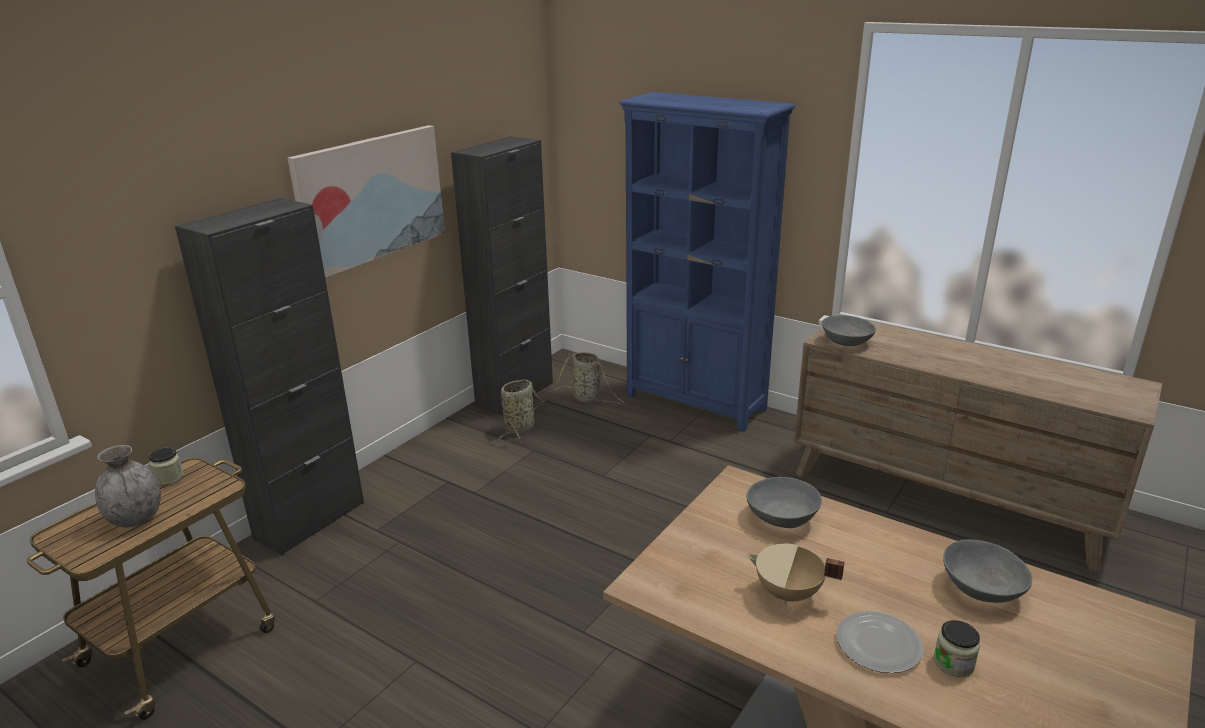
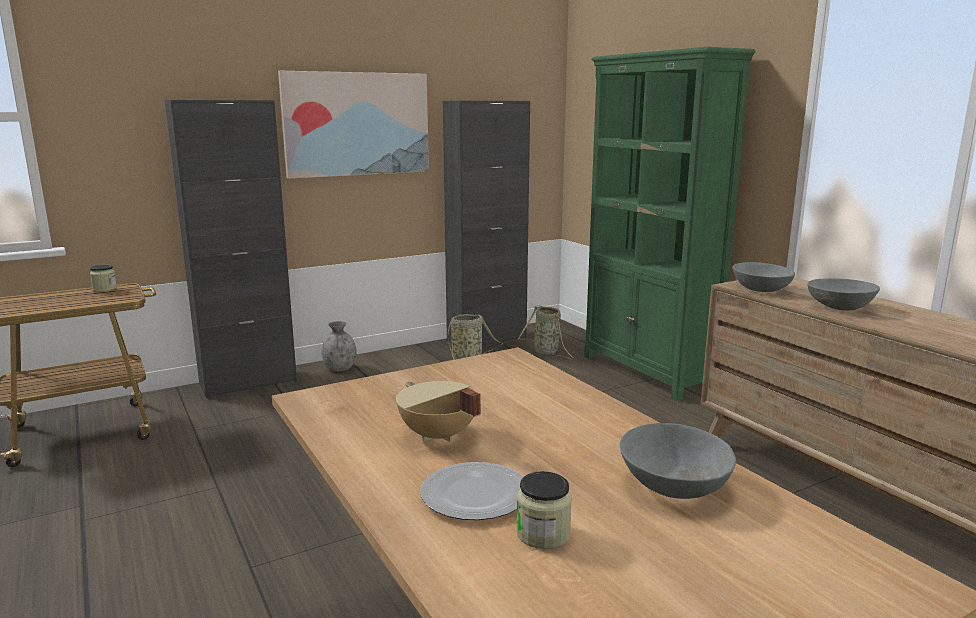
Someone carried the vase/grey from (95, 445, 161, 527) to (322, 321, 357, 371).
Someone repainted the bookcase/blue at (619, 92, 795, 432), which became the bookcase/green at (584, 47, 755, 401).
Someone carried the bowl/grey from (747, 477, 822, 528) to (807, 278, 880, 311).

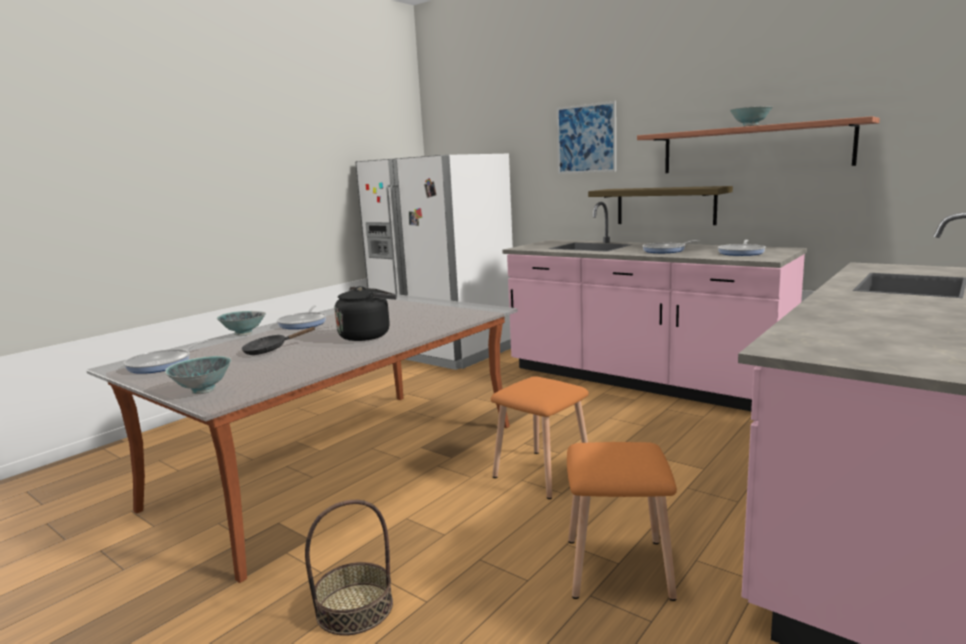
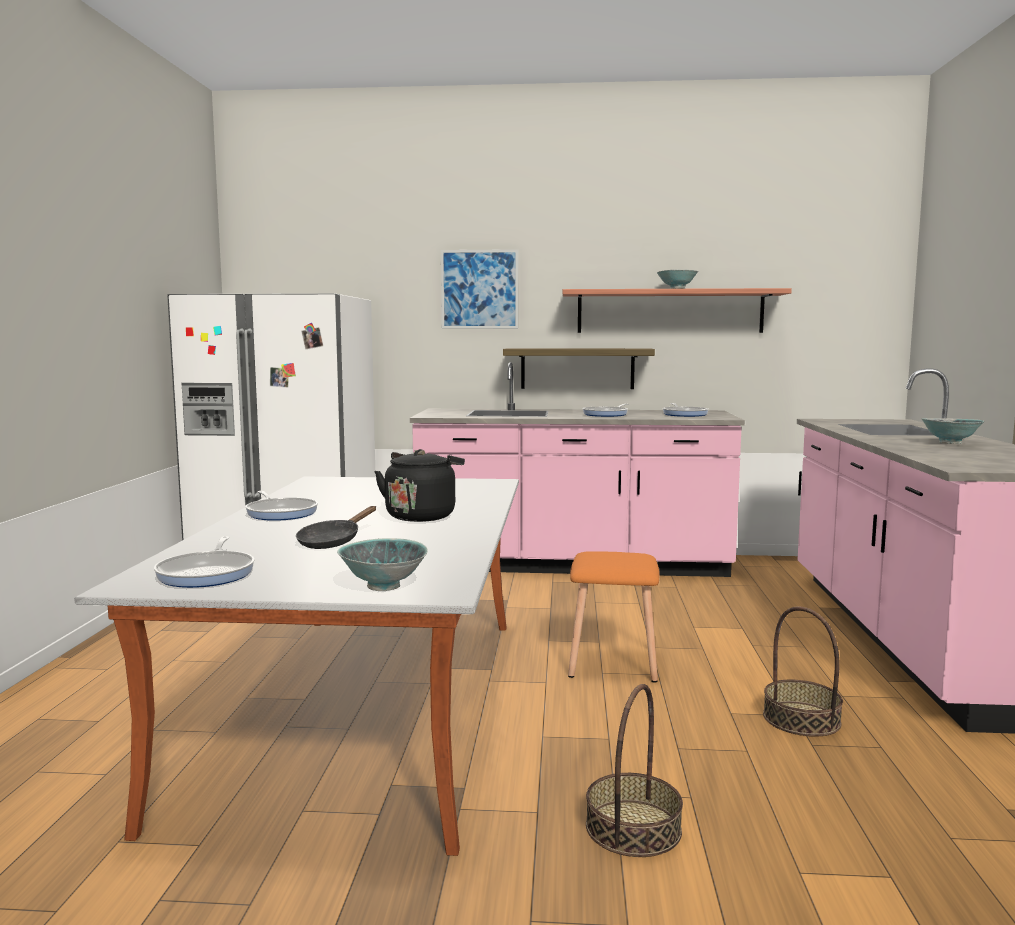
Someone carried the bowl from (217, 311, 266, 336) to (922, 418, 984, 444).
Someone swapped the stool/orange at (567, 442, 677, 601) for the basket at (763, 606, 843, 737).

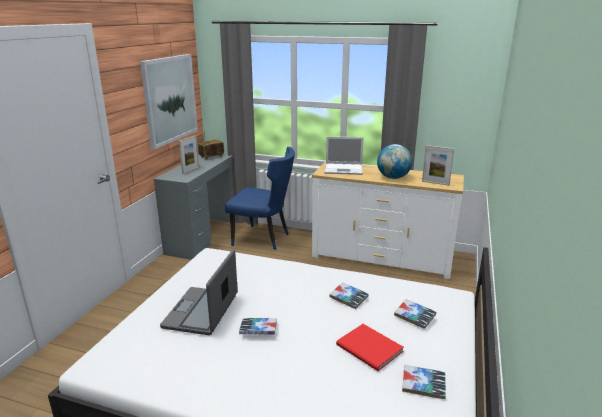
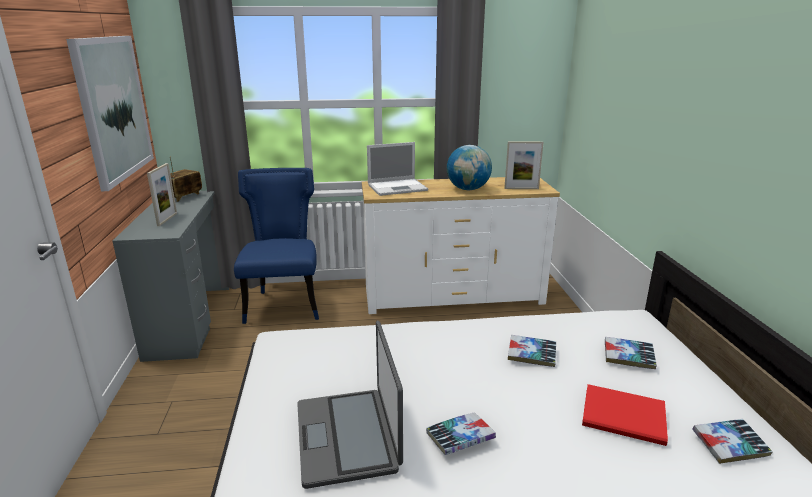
Someone rotated the chair/blue at (225, 147, 295, 250) by 90 degrees counterclockwise.

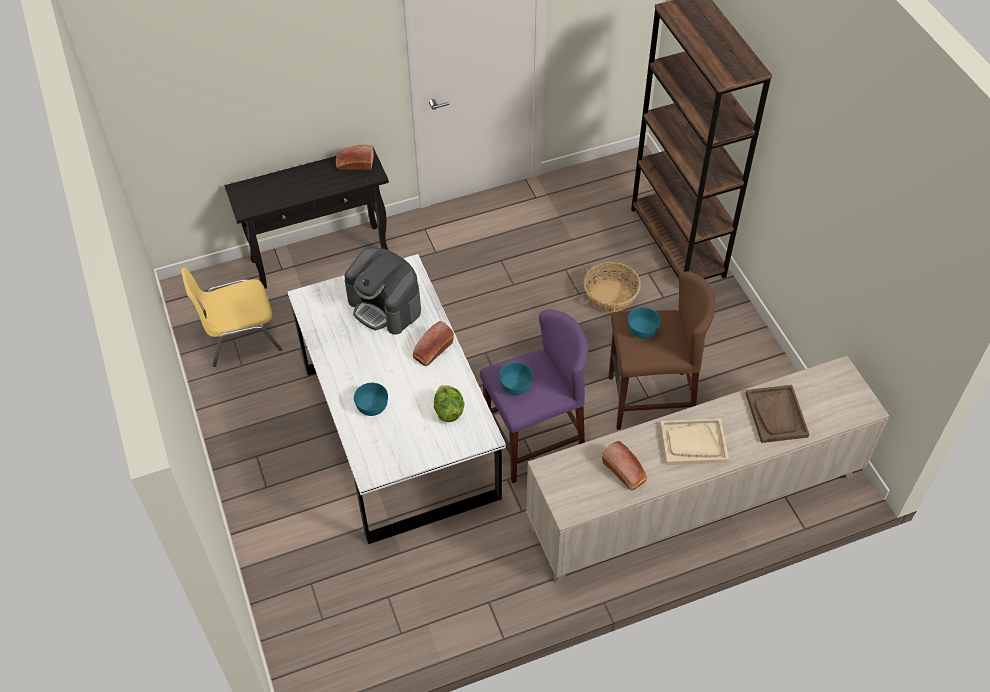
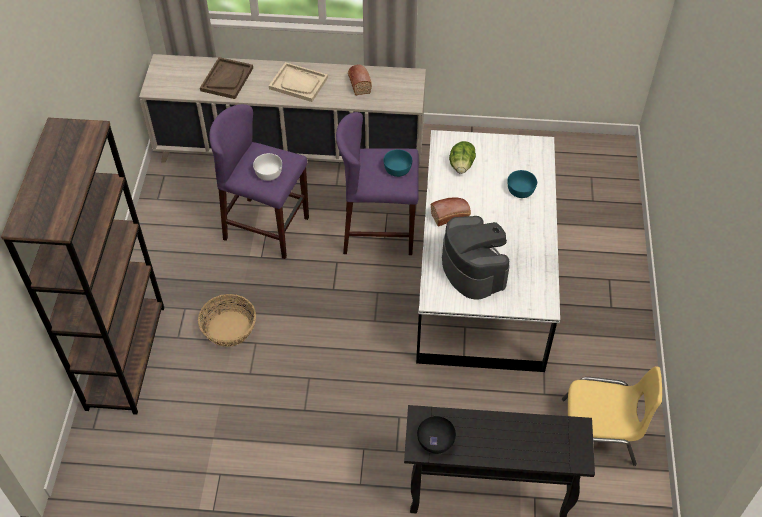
Someone swapped the bread at (336, 145, 374, 170) for the bowl/black at (417, 416, 456, 454).
Someone repainted the stool/brown at (608, 271, 715, 430), which became the stool/purple at (209, 104, 309, 259).
Someone repainted the bowl/turquoise at (628, 307, 660, 339), which became the bowl/white at (253, 153, 282, 181).

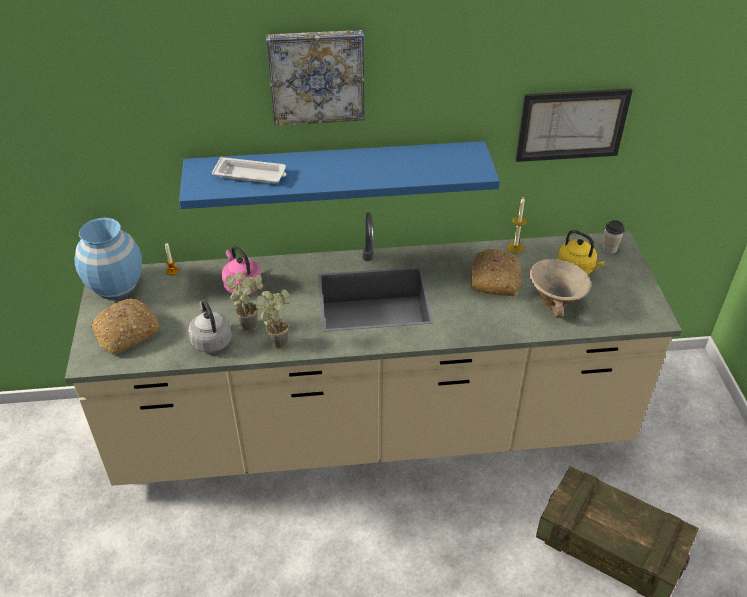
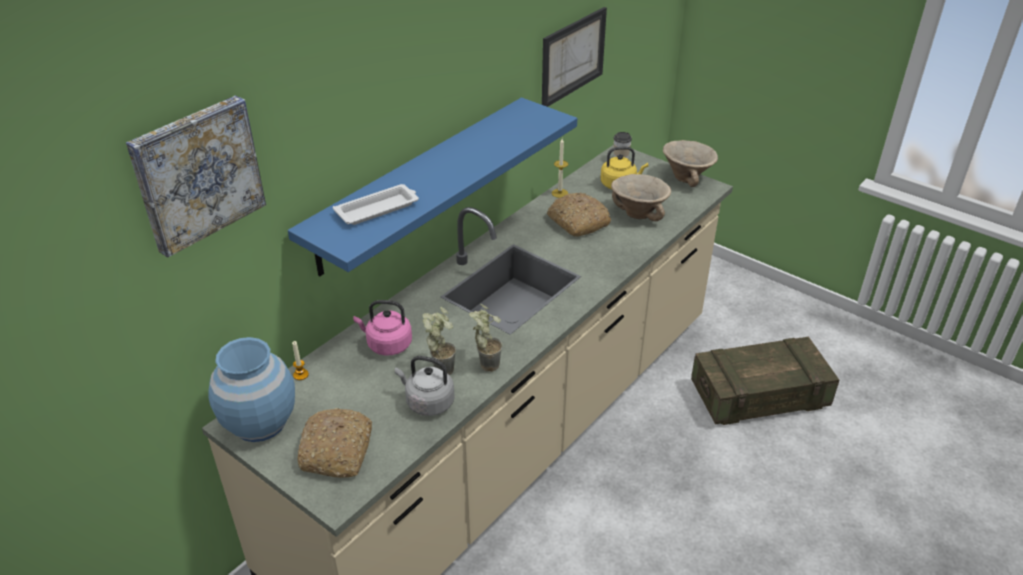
Someone carried the picture from (266, 30, 364, 126) to (126, 95, 266, 258).
Someone put down the bowl/beige at (663, 140, 718, 187).

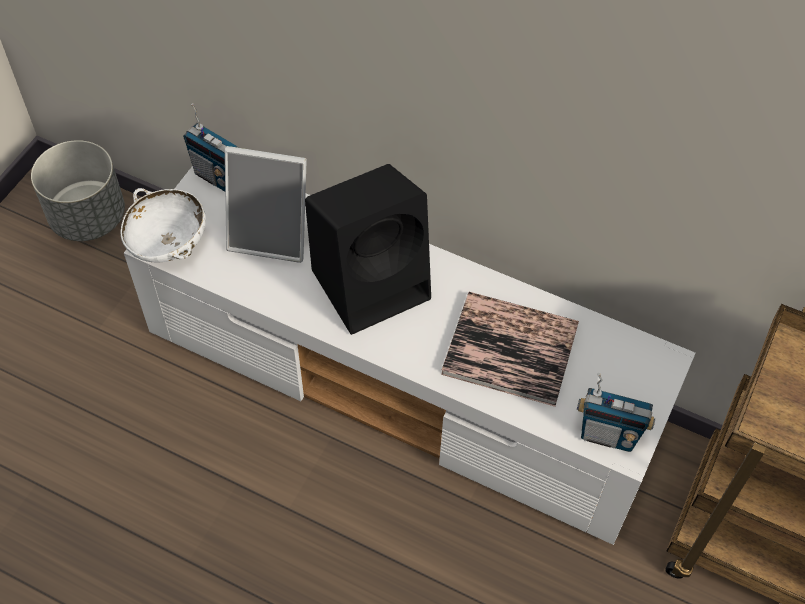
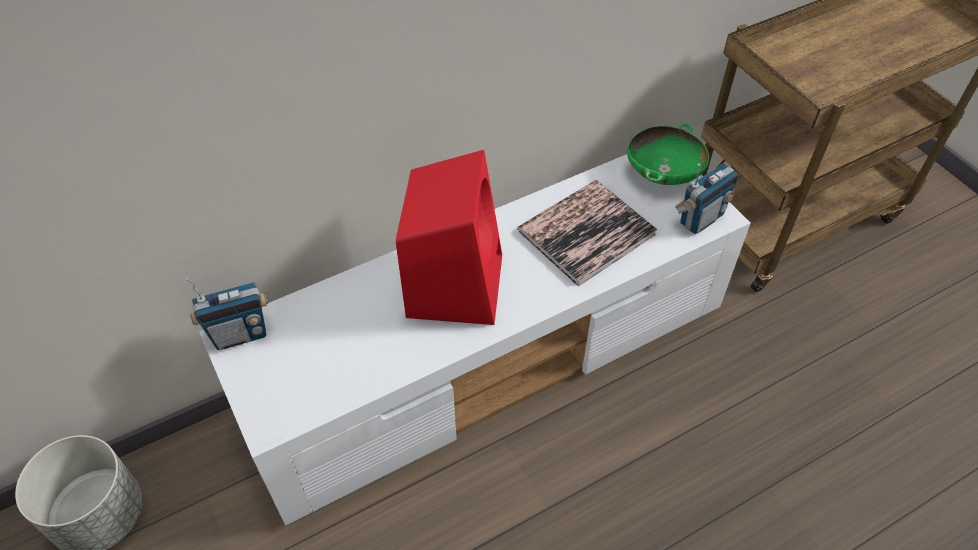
Someone took away the bowl/white at (121, 188, 206, 263).
Someone took away the picture frame at (225, 146, 307, 263).
Someone repainted the speaker/black at (305, 164, 431, 335), which became the speaker/red at (396, 150, 502, 325).
Someone put down the bowl/green at (627, 123, 709, 185).

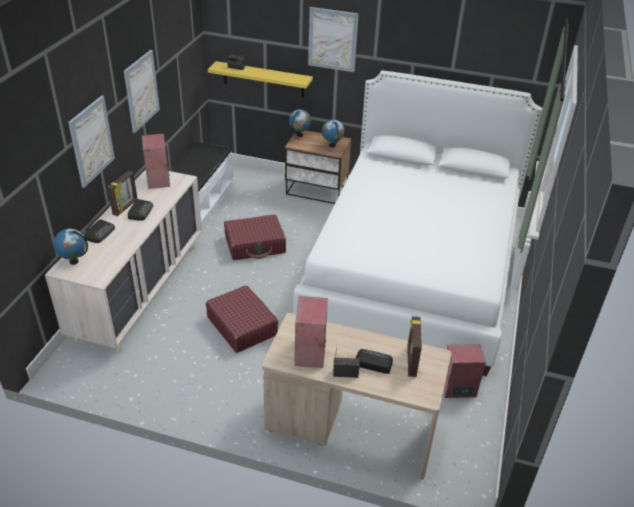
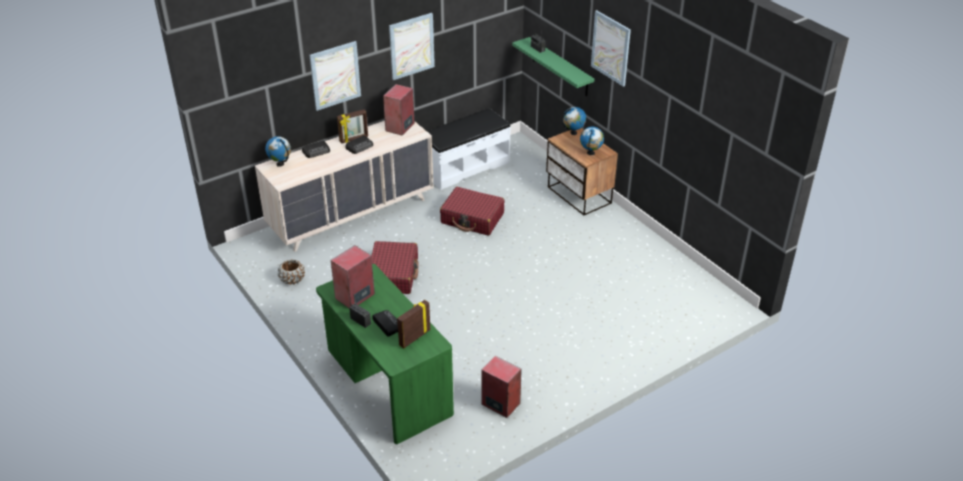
Someone repainted the shelf/yellow at (208, 61, 313, 97), which became the shelf/green at (512, 37, 594, 96).
Someone repainted the desk/beige at (262, 313, 451, 480), which became the desk/green at (316, 264, 454, 444).
Someone took away the bed/white at (293, 71, 542, 376).
Someone put down the planter/brown at (278, 259, 305, 284).

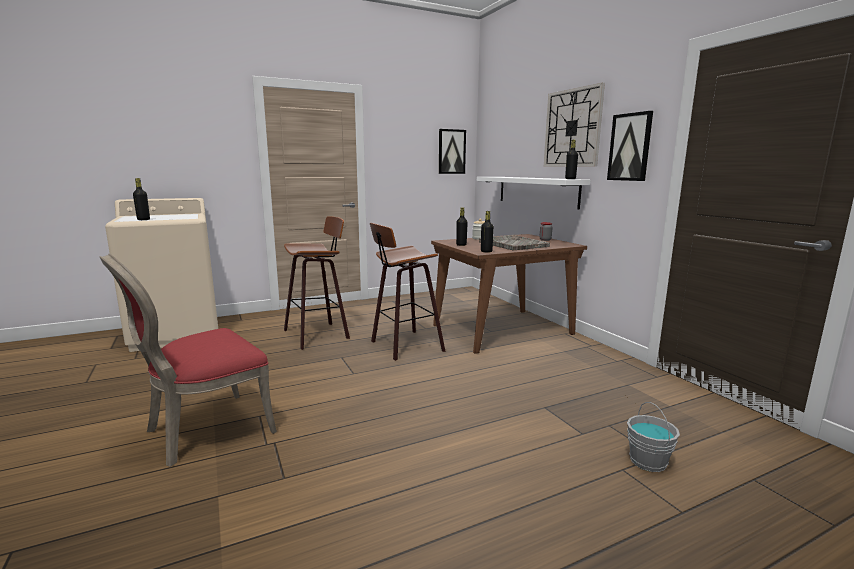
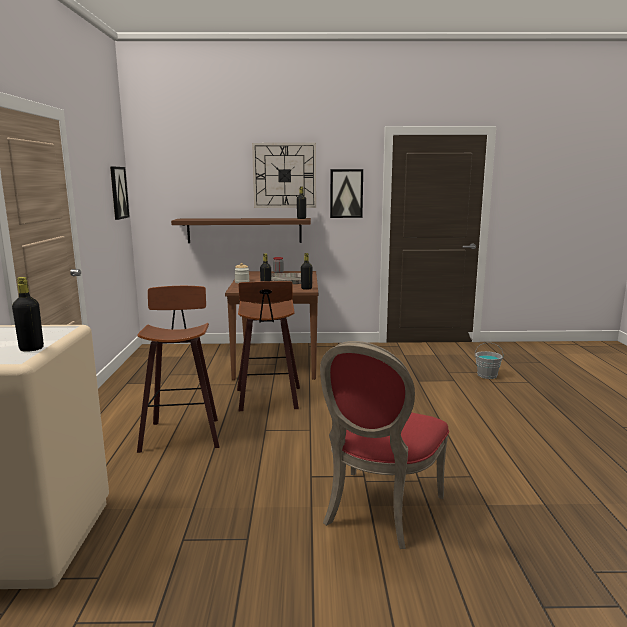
Someone rotated the chair/red at (99, 253, 277, 467) by 45 degrees clockwise.
Someone repainted the shelf/white at (477, 177, 590, 209), which became the shelf/brown at (171, 218, 311, 243).

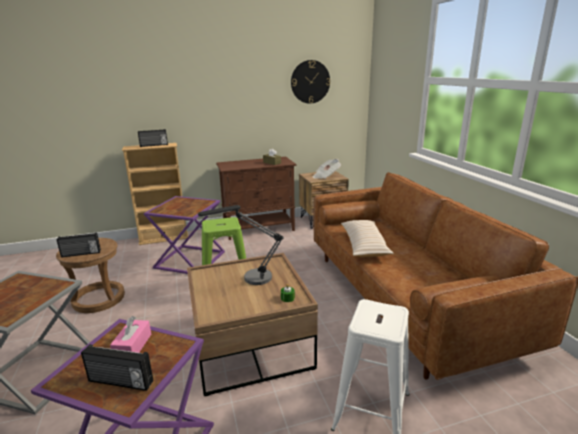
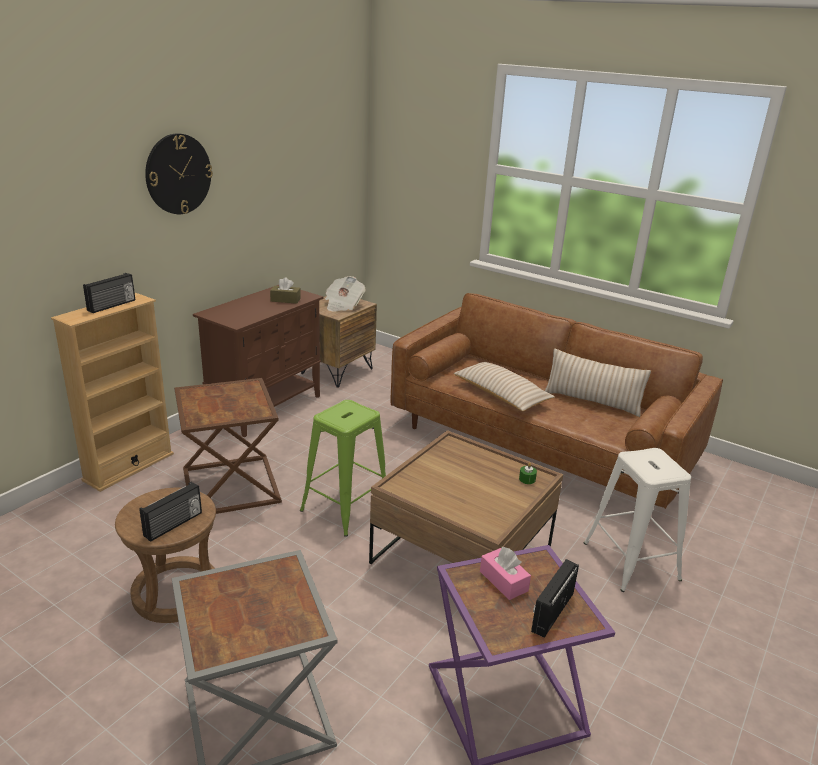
Someone rotated the radio at (81, 344, 153, 391) by 150 degrees clockwise.
Someone repainted the side table/purple at (144, 196, 225, 274), which became the side table/brown at (174, 378, 282, 514).
Someone took away the table lamp at (198, 205, 284, 285).
Someone carried the wall clock from (291, 60, 330, 104) to (145, 133, 213, 214).
Someone put down the pillow/beige at (545, 348, 651, 417).

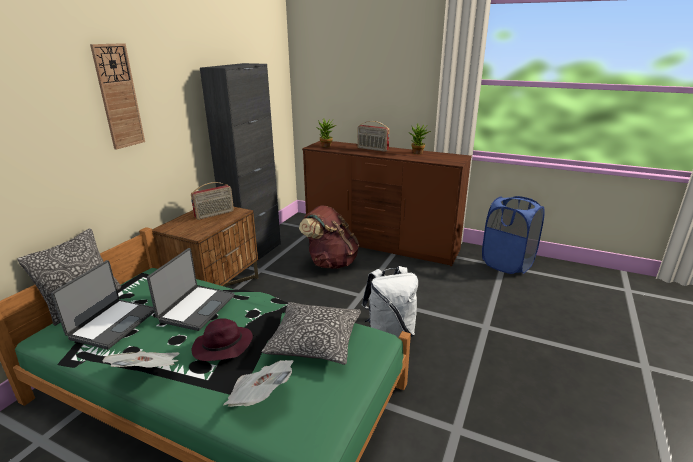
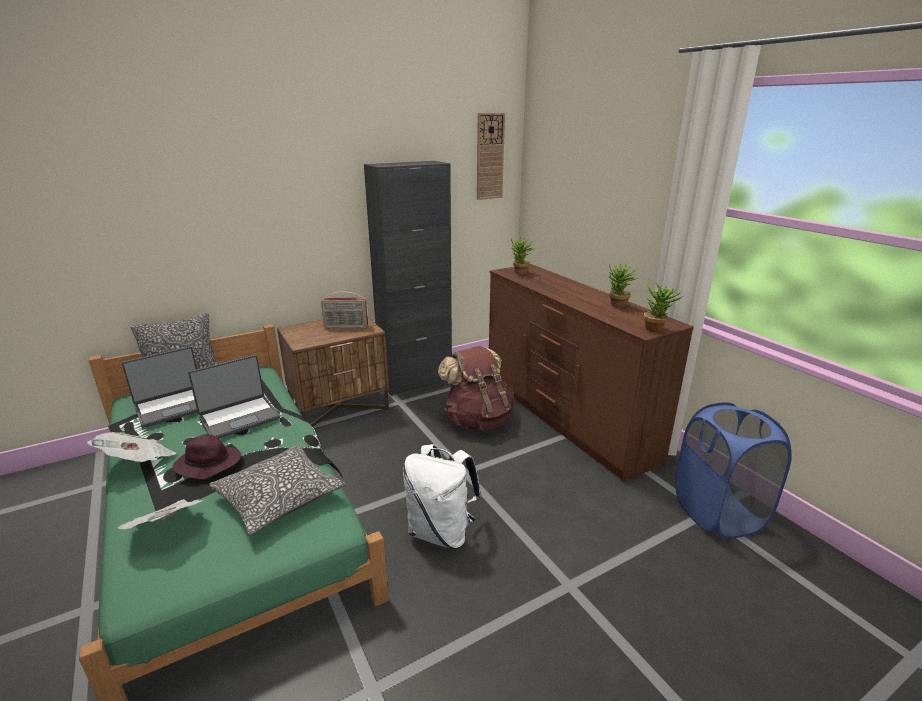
Someone carried the wall clock from (90, 43, 145, 150) to (477, 113, 505, 200).
Someone took away the radio at (357, 121, 390, 152).
Someone put down the potted plant at (644, 282, 683, 332).

